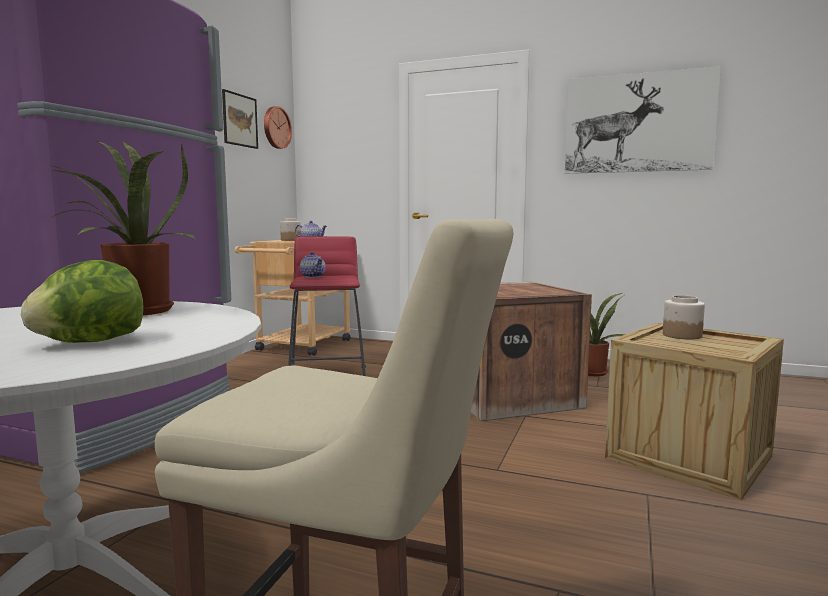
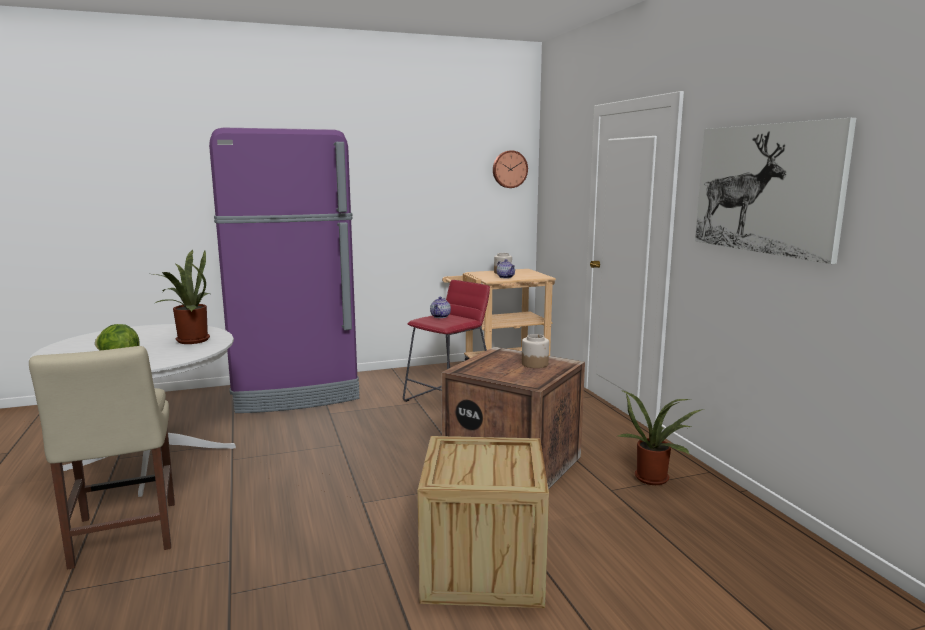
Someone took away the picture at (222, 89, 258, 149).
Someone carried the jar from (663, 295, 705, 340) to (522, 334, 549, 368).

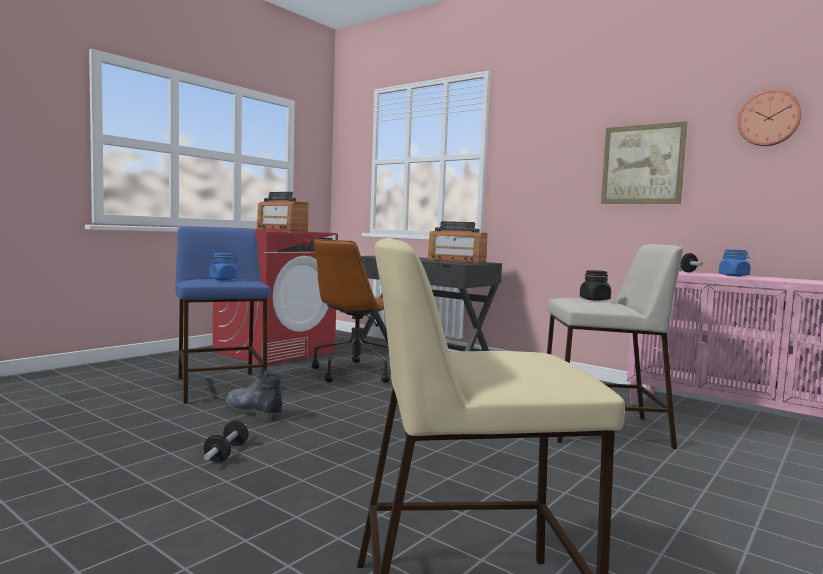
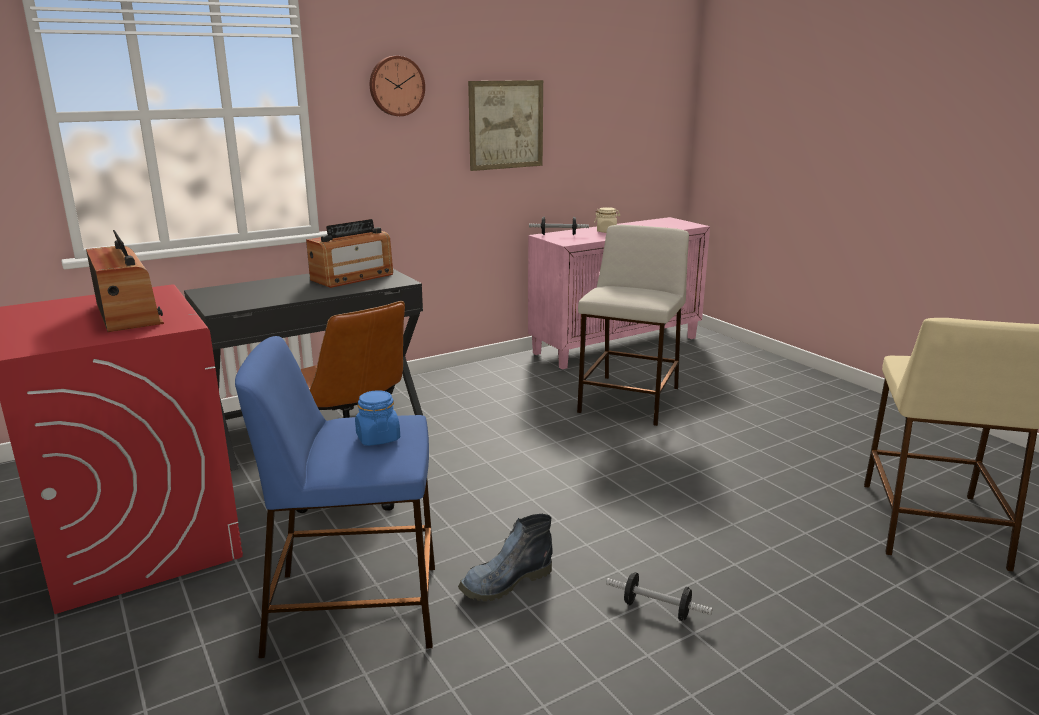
Someone rotated the radio at (256, 192, 309, 232) by 90 degrees counterclockwise.
Someone took away the jar/black at (580, 270, 611, 301).
Someone repainted the jar/blue at (719, 249, 751, 276), which became the jar/beige at (594, 207, 620, 233).
Someone carried the wall clock from (738, 89, 802, 146) to (370, 56, 425, 116).

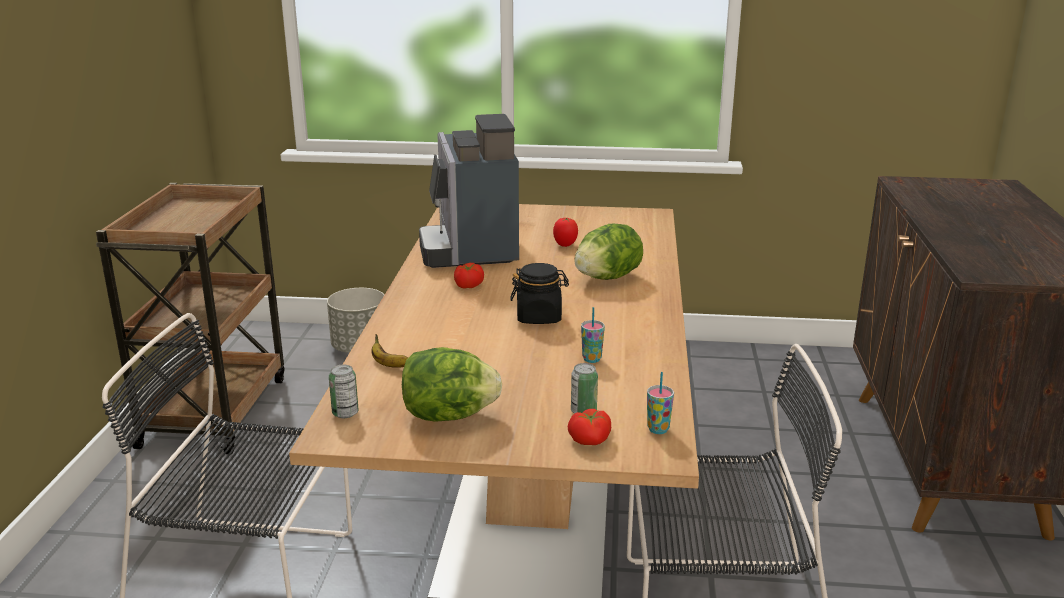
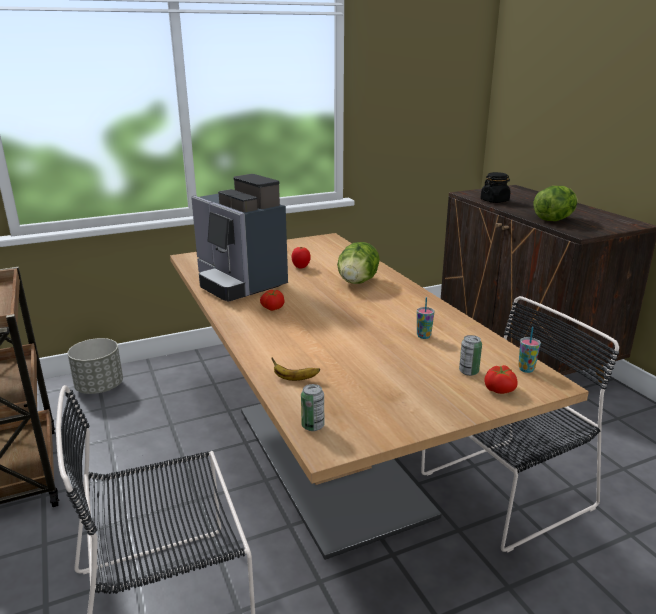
Someone carried the lettuce from (402, 347, 502, 422) to (534, 186, 578, 221).
Someone carried the jar/black from (511, 263, 569, 324) to (481, 172, 510, 203).

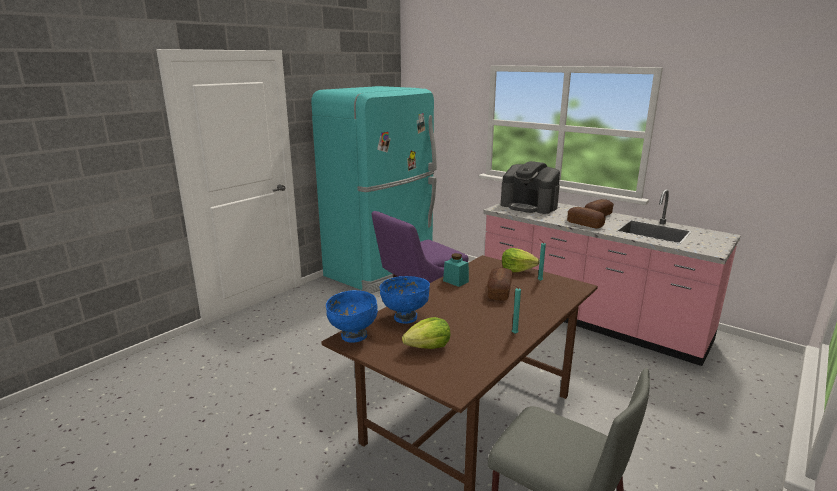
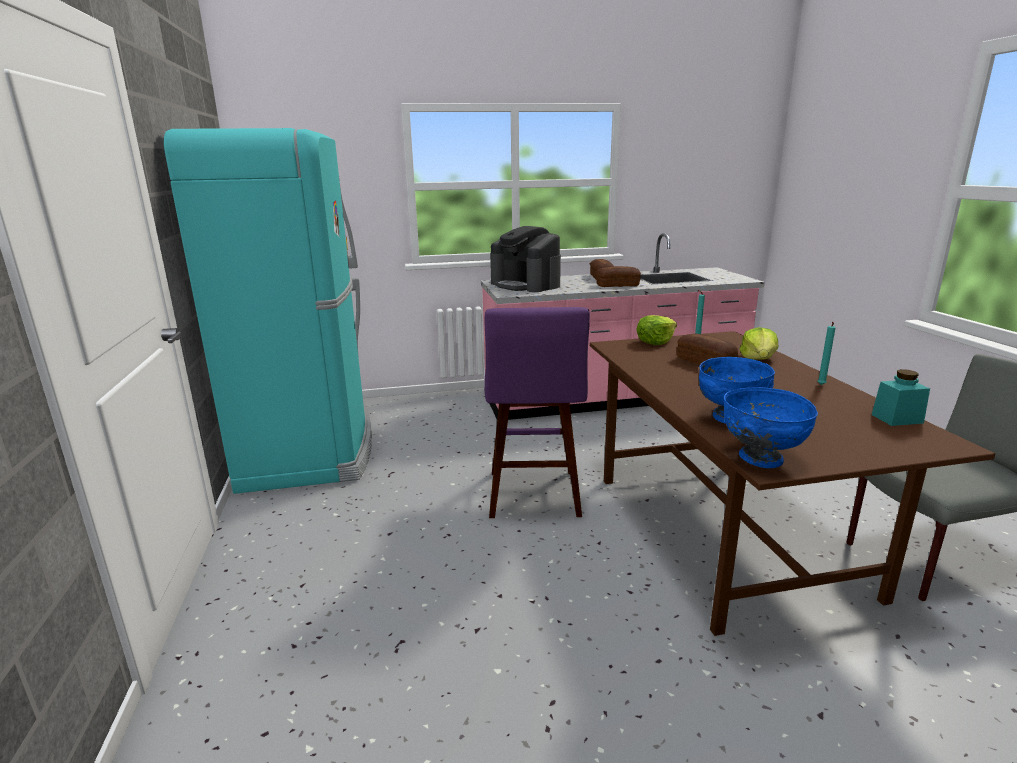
Someone carried the lettuce from (402, 317, 451, 349) to (739, 327, 778, 360).
Someone carried the jar/turquoise from (443, 253, 469, 287) to (871, 369, 930, 426).
Someone rotated the coffee machine at (501, 161, 560, 214) by 60 degrees clockwise.

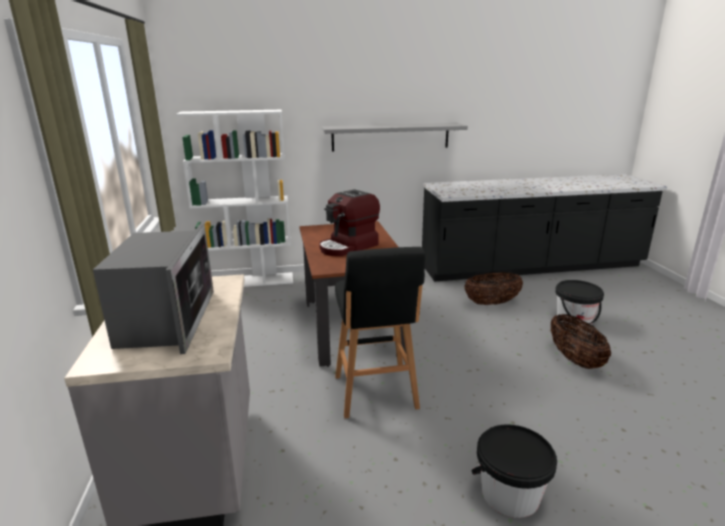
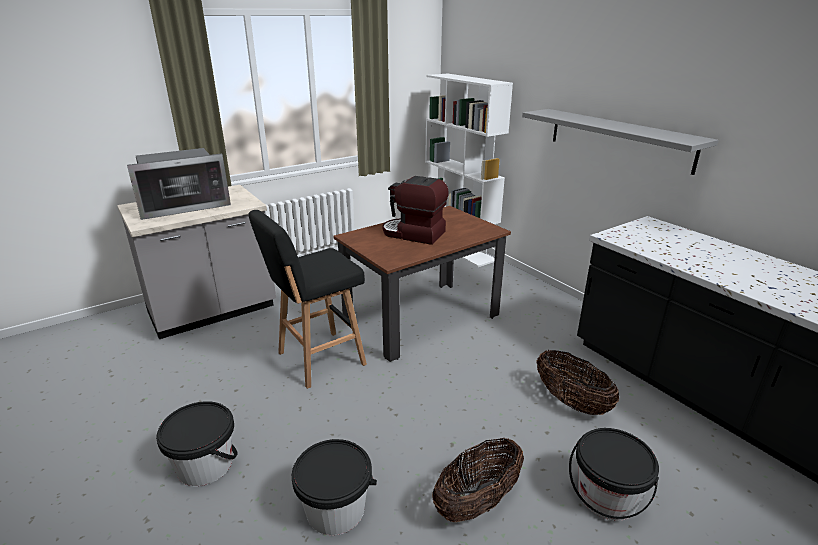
Someone put down the bucket/black at (292, 439, 377, 535).

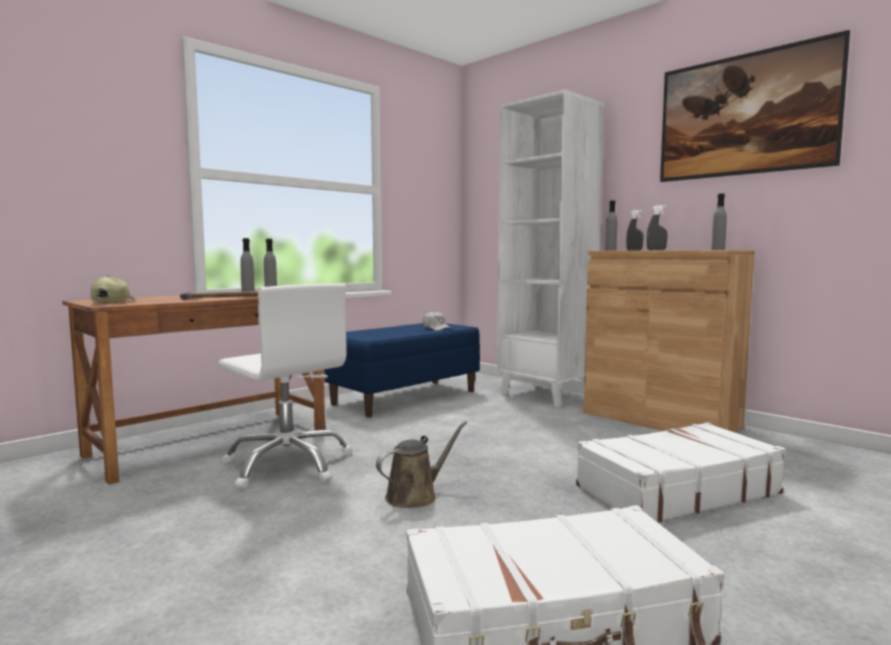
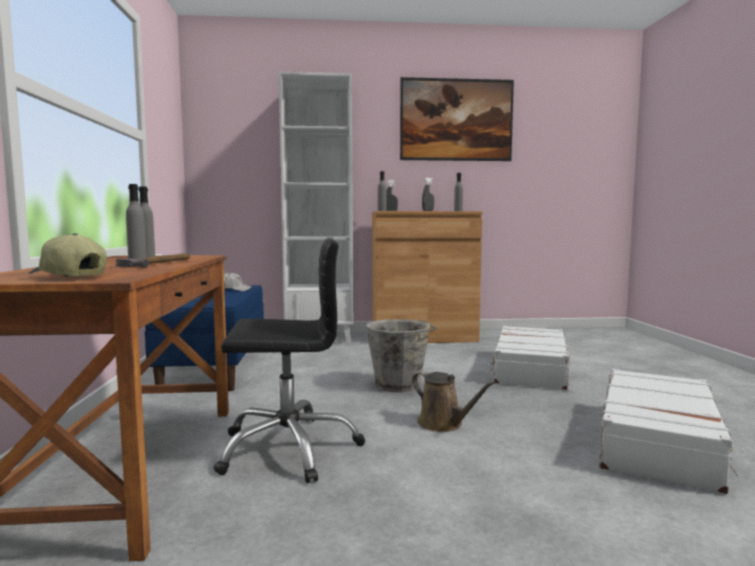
Someone repainted the office chair/white at (218, 283, 352, 489), which became the office chair/black at (214, 238, 365, 483).
Someone rotated the watering can/brown at (376, 421, 467, 508) by 135 degrees clockwise.
Someone put down the bucket/grey at (366, 319, 438, 392).

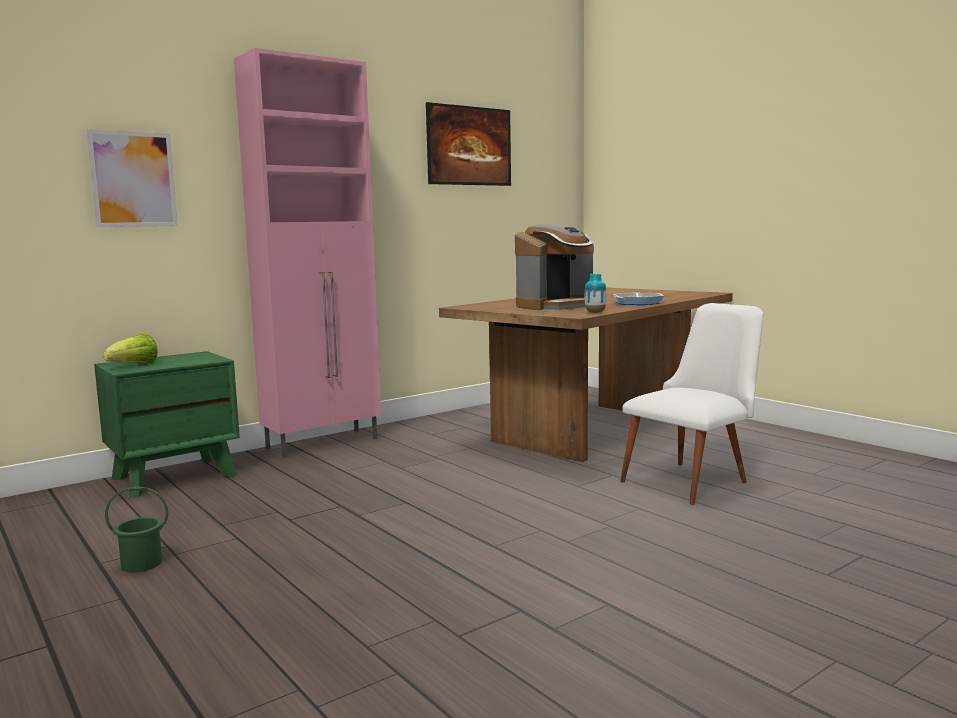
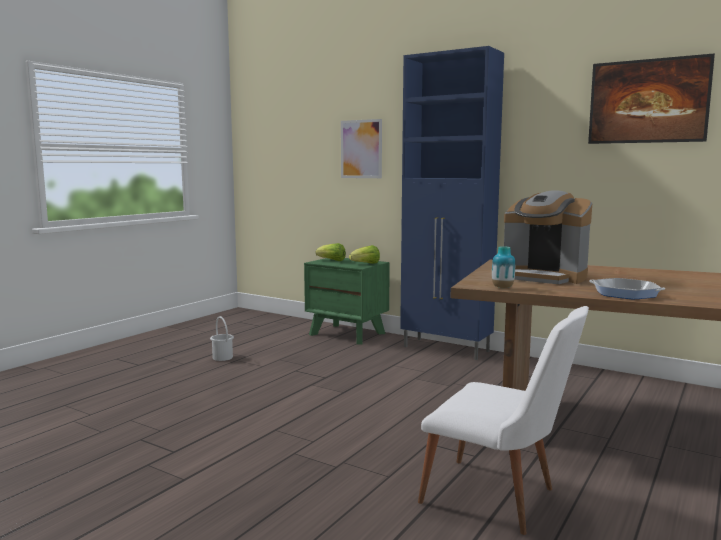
Someone repainted the bucket/green at (105, 486, 168, 572), which became the bucket/white at (210, 316, 234, 361).
Someone repainted the cabinet/pink at (234, 48, 381, 458), which became the cabinet/blue at (400, 46, 504, 360).
Someone put down the lettuce at (349, 245, 380, 264).

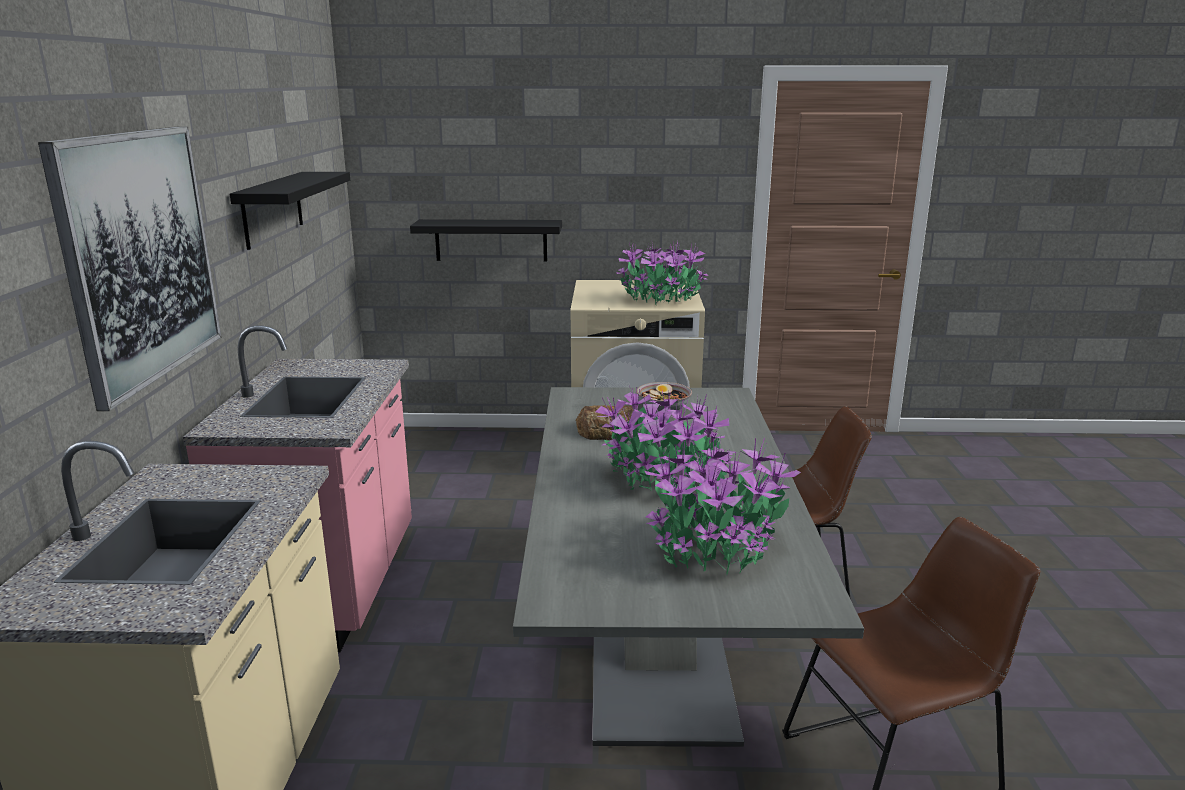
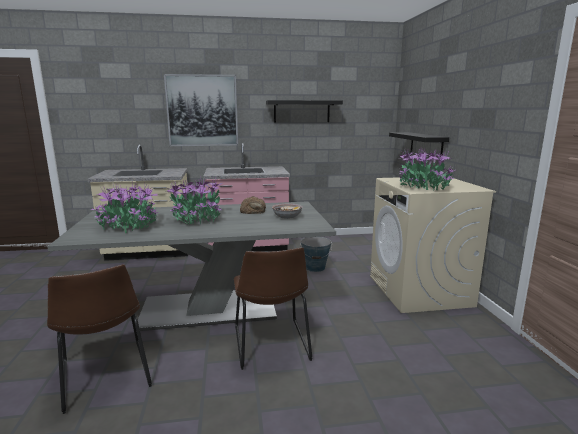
Someone put down the bucket at (300, 237, 332, 272).

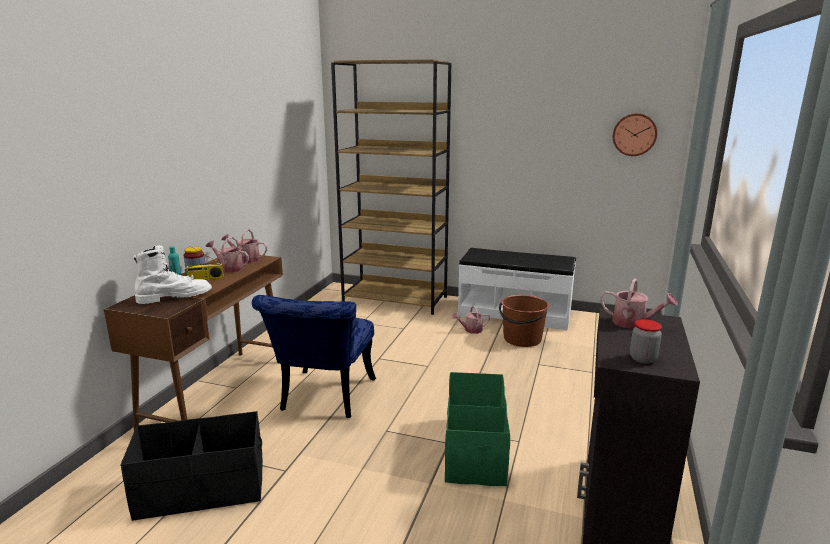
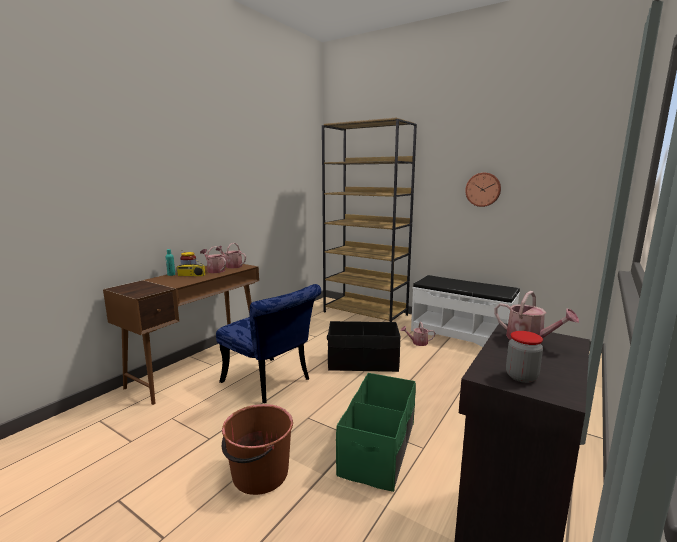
Someone carried the storage box/black from (120, 411, 263, 521) to (327, 321, 400, 372).
Someone took away the boot/white at (133, 245, 212, 304).
Someone rotated the chair/blue at (252, 295, 376, 418) by 75 degrees counterclockwise.
Someone carried the bucket/brown from (499, 295, 549, 347) to (222, 404, 293, 495).
Someone carried the wall clock from (613, 113, 657, 156) to (465, 173, 501, 207).

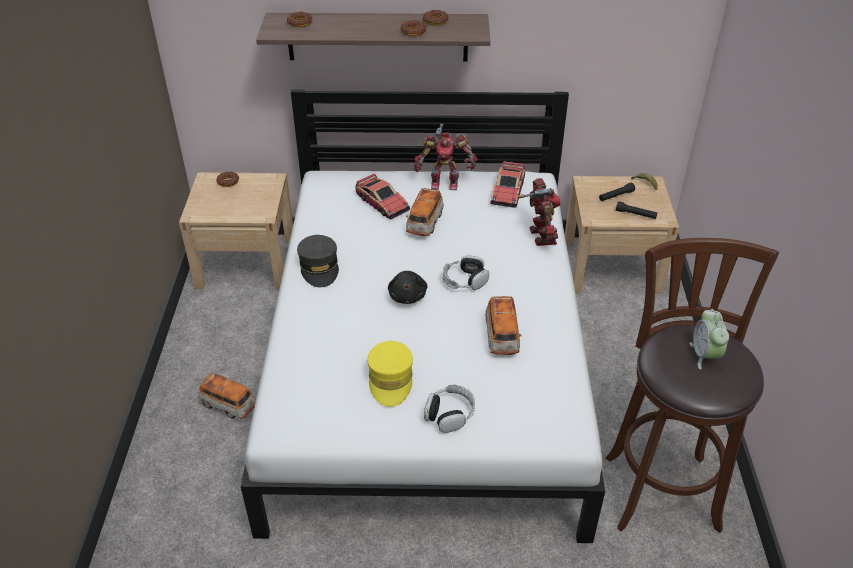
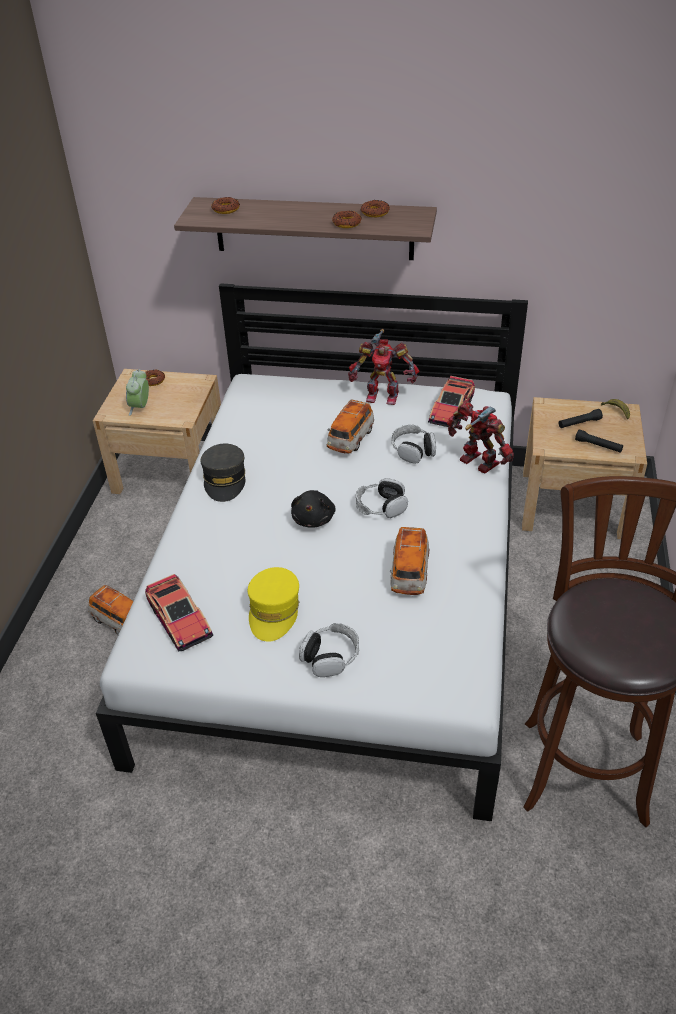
Someone carried the toy car from (355, 173, 410, 219) to (145, 574, 213, 652).
Someone rotated the toy robot at (518, 178, 560, 246) by 45 degrees counterclockwise.
Someone carried the alarm clock from (690, 309, 729, 370) to (126, 369, 149, 416).
Someone put down the headphones at (392, 425, 436, 464).

